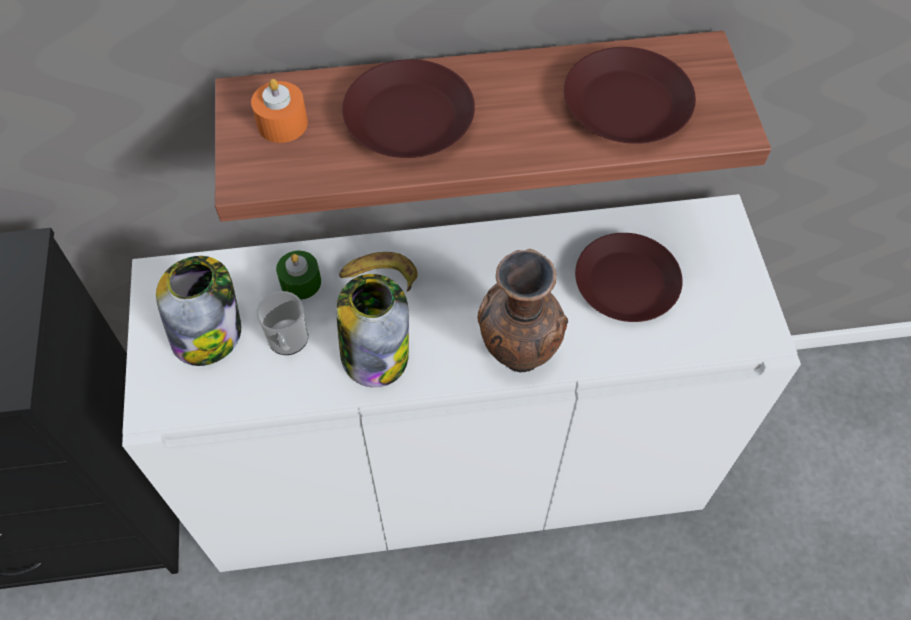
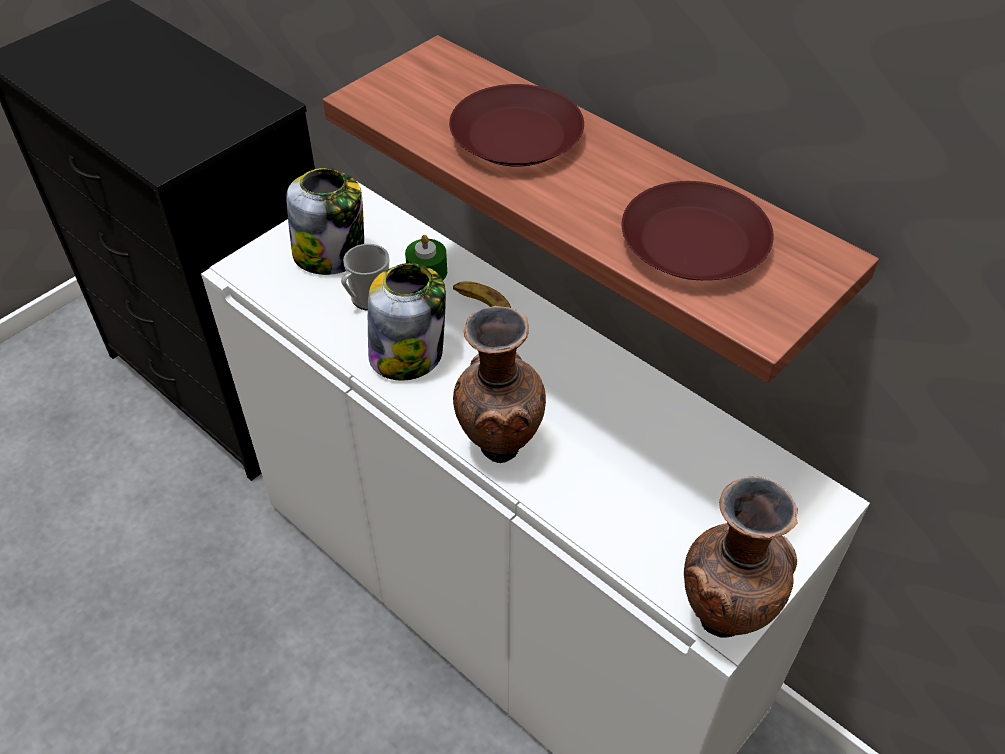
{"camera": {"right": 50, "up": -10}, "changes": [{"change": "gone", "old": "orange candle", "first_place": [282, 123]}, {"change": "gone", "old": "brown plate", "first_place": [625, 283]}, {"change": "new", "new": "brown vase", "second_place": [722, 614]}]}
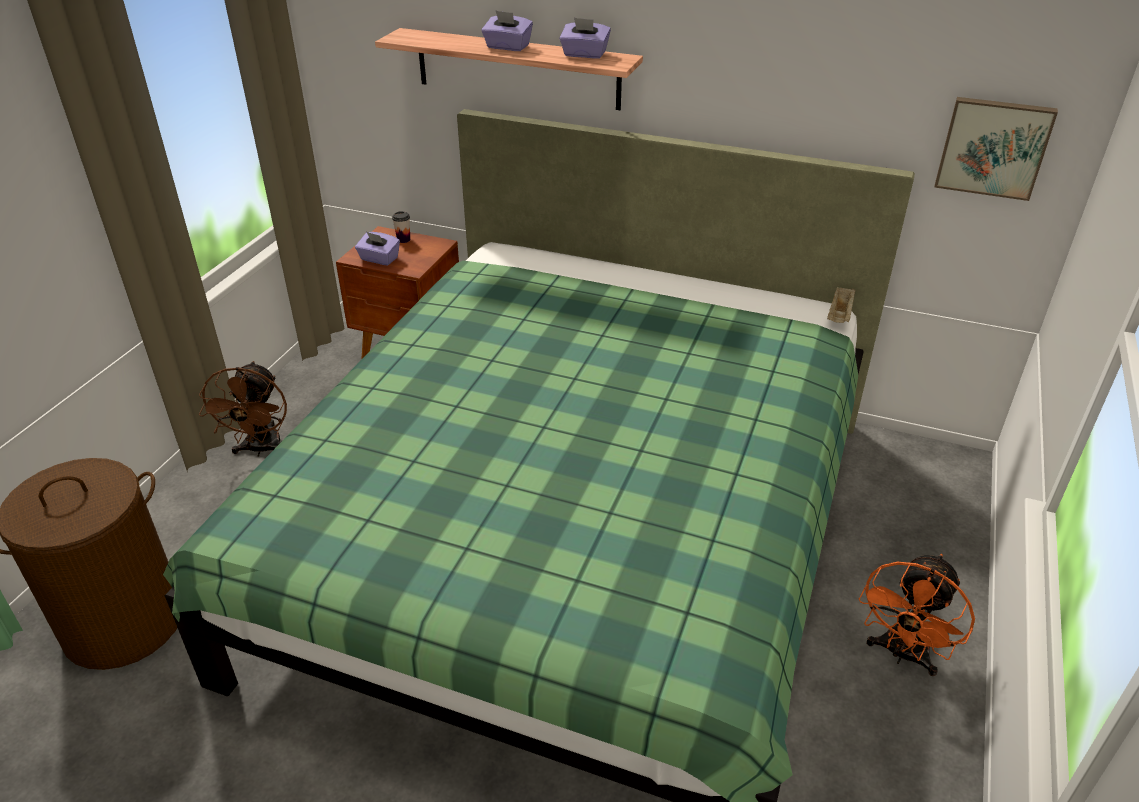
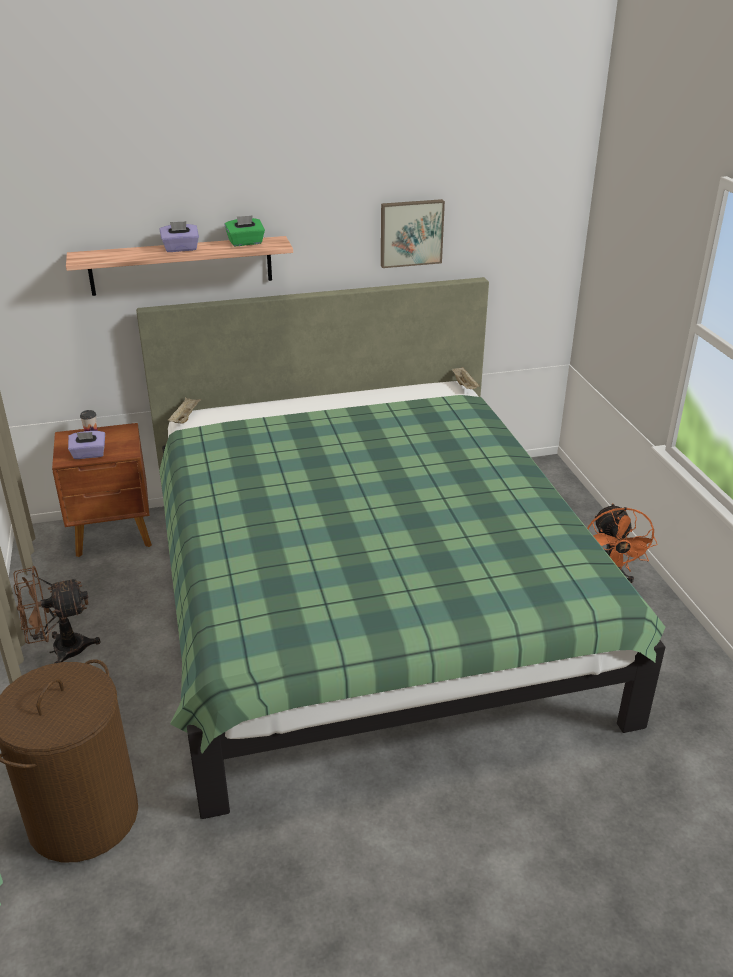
{"camera": {"right": -35, "up": -5}, "changes": [{"change": "rotated", "old": "brown fan", "first_place": [261, 449], "second_place": [60, 651], "degrees": 105}, {"change": "repainted", "old": "purple tissue box", "new": "green tissue box", "first_place": [584, 54], "second_place": [246, 243]}, {"change": "shifted", "old": "picture", "first_place": [993, 147], "second_place": [411, 232]}, {"change": "new", "new": "beige tray", "second_place": [185, 417]}]}
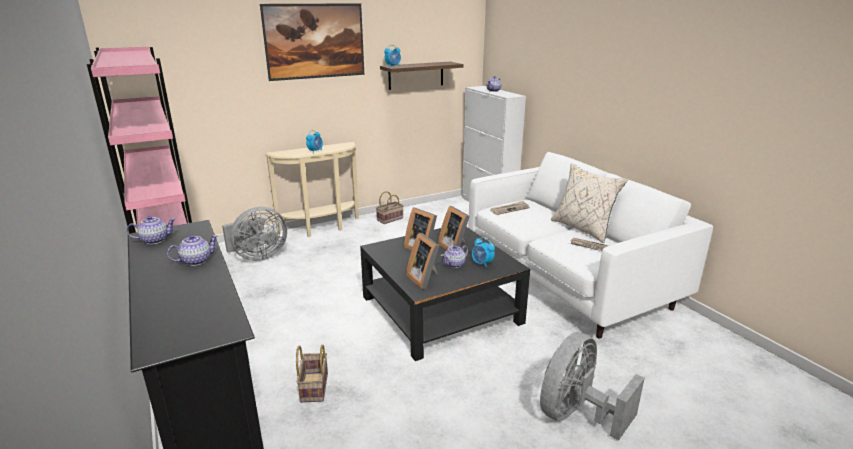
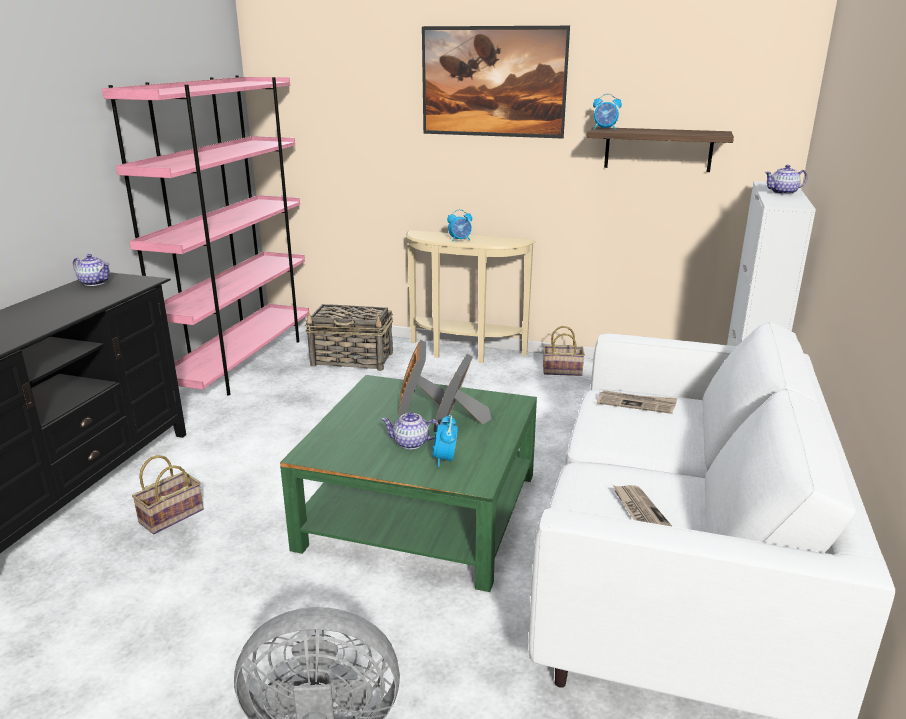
{"camera": {"right": 45, "up": 0}, "changes": [{"change": "gone", "old": "teapot", "first_place": [196, 261]}, {"change": "swapped", "old": "grey fan", "new": "basket", "first_place": [258, 257], "second_place": [353, 359]}, {"change": "repainted", "old": "black coffee table", "new": "green coffee table", "first_place": [440, 309], "second_place": [420, 510]}, {"change": "gone", "old": "picture frame", "first_place": [425, 279]}, {"change": "gone", "old": "beige pillow", "first_place": [583, 229]}]}
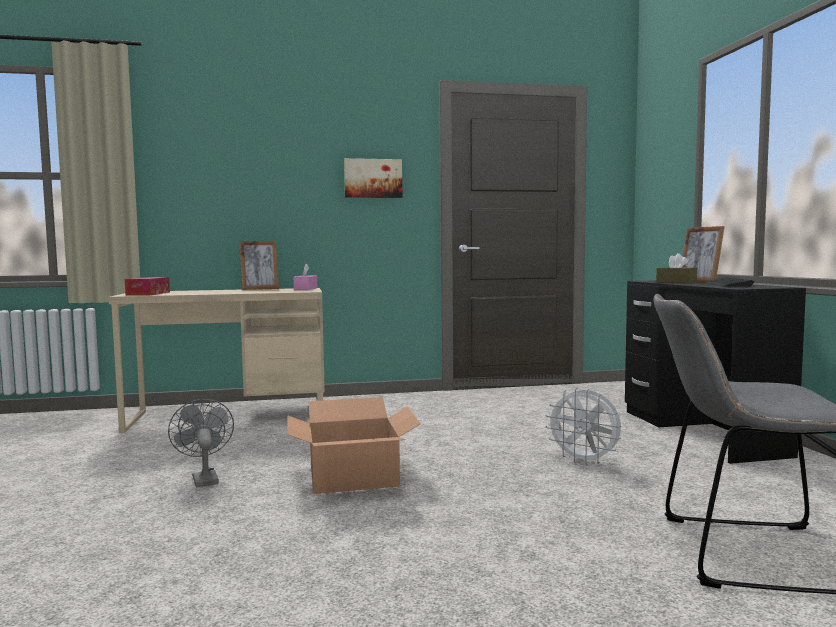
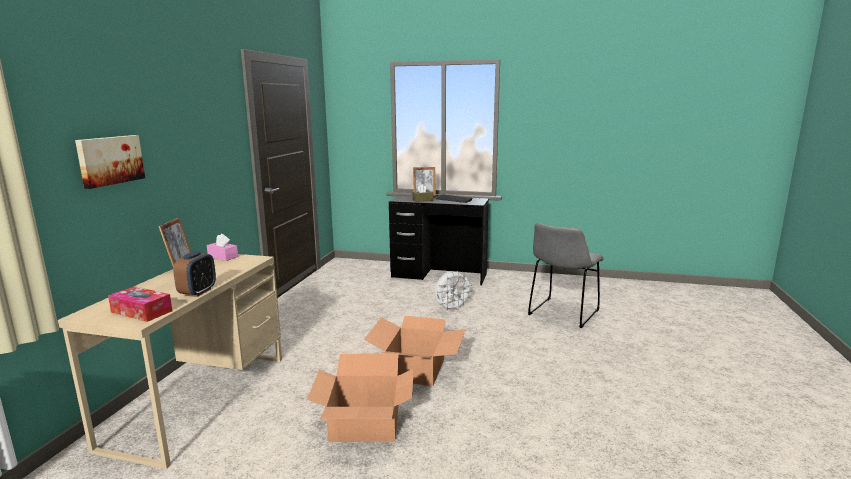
{"camera": {"right": -65, "up": 10}, "changes": [{"change": "swapped", "old": "grey fan", "new": "cardboard box", "first_place": [203, 478], "second_place": [365, 424]}, {"change": "shifted", "old": "picture", "first_place": [373, 178], "second_place": [110, 160]}, {"change": "new", "new": "alarm clock", "second_place": [198, 292]}]}
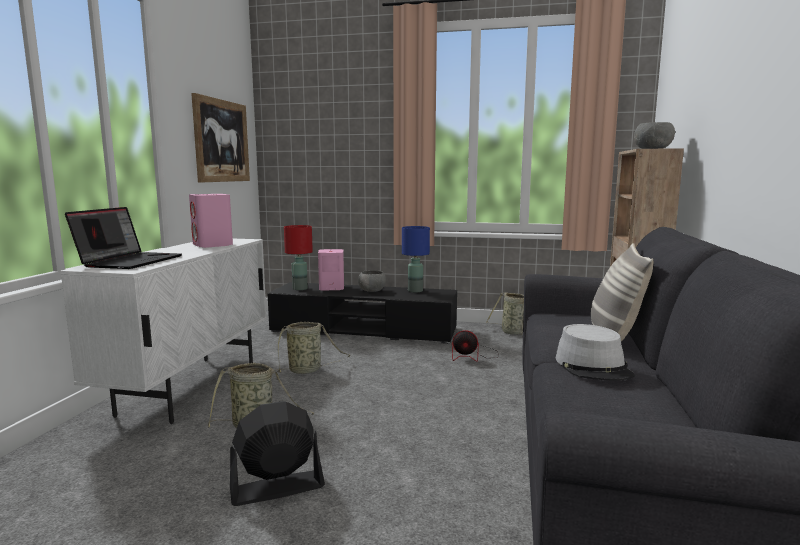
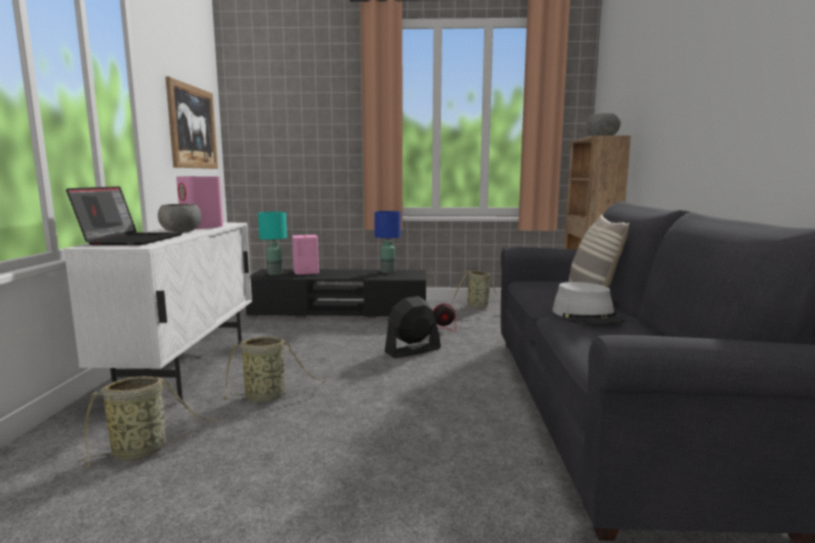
{"camera": {"right": -10, "up": 0}, "changes": [{"change": "shifted", "old": "black fan", "first_place": [277, 488], "second_place": [412, 350]}, {"change": "shifted", "old": "basket", "first_place": [307, 370], "second_place": [144, 451]}, {"change": "repainted", "old": "red table lamp", "new": "turquoise table lamp", "first_place": [300, 289], "second_place": [275, 274]}, {"change": "shifted", "old": "grey bowl", "first_place": [371, 291], "second_place": [180, 232]}]}
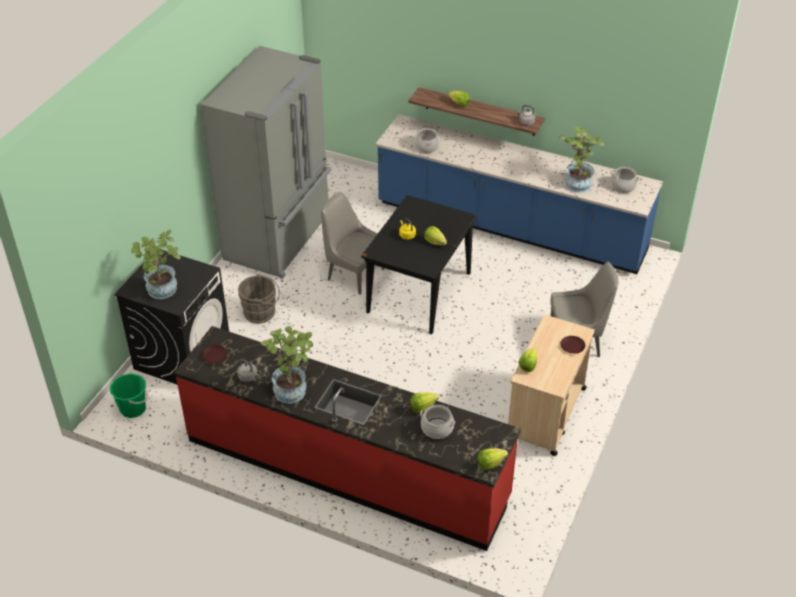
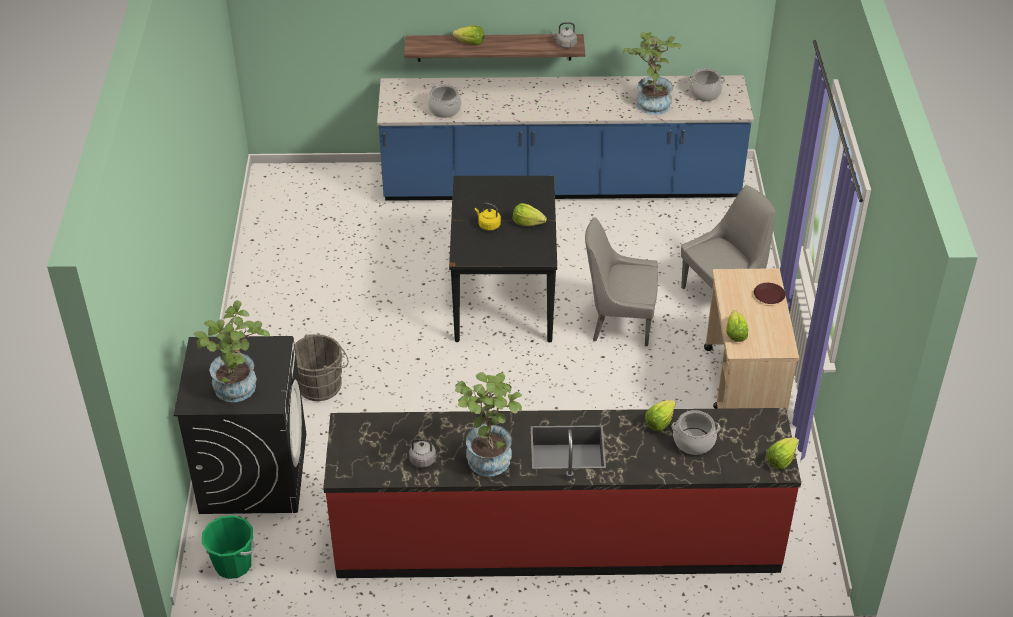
{"camera": {"right": -25, "up": 0}, "changes": [{"change": "gone", "old": "grey fridge", "first_place": [280, 238]}, {"change": "gone", "old": "brown plate", "first_place": [215, 356]}, {"change": "shifted", "old": "grey chair", "first_place": [354, 274], "second_place": [619, 322]}]}
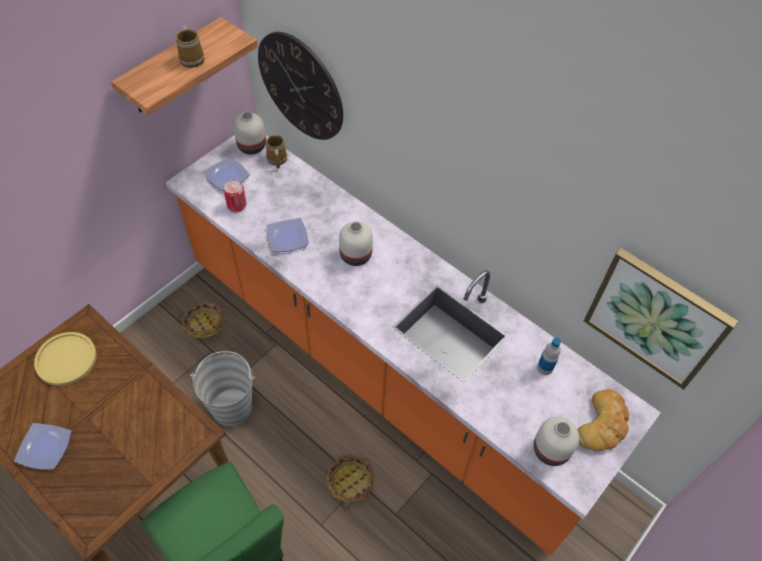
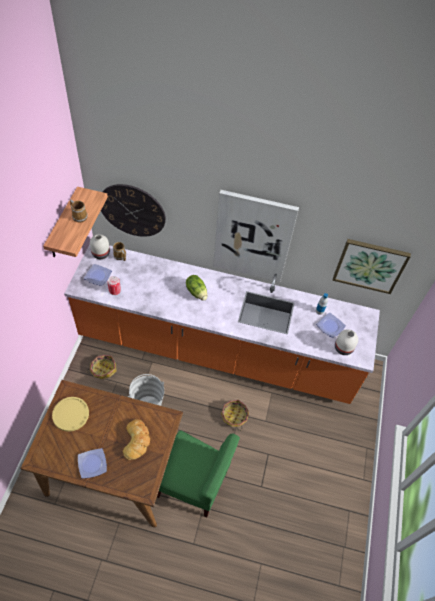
{"camera": {"right": -30, "up": 0}, "changes": [{"change": "shifted", "old": "plate", "first_place": [286, 237], "second_place": [329, 326]}, {"change": "swapped", "old": "white vase", "new": "lettuce", "first_place": [356, 255], "second_place": [197, 292]}, {"change": "shifted", "old": "bread", "first_place": [604, 424], "second_place": [137, 440]}, {"change": "new", "new": "picture", "second_place": [253, 237]}]}
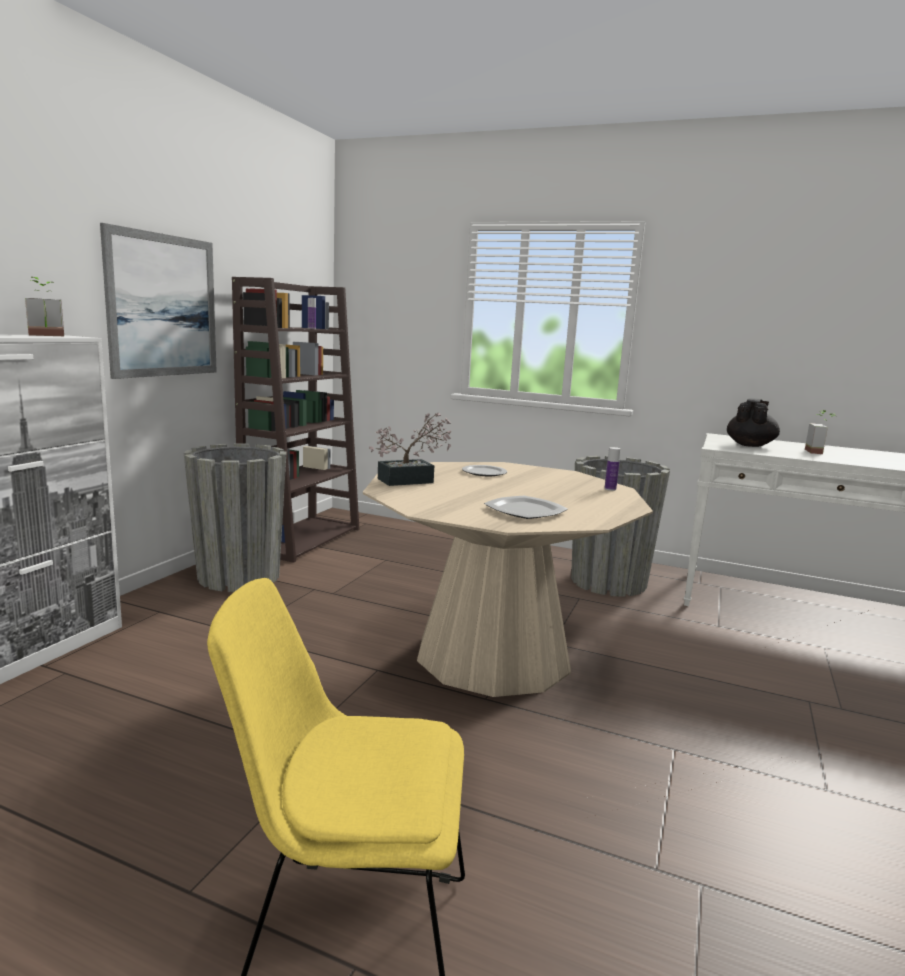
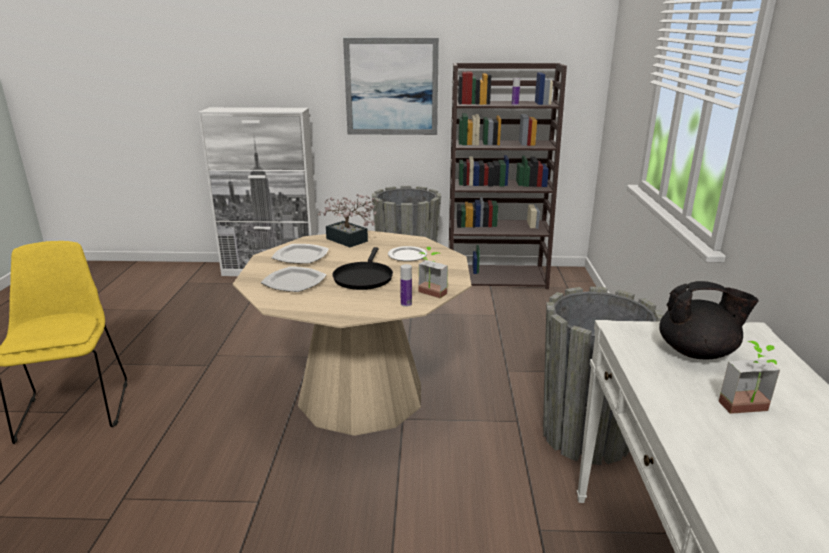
{"camera": {"right": 70, "up": 10}, "changes": [{"change": "shifted", "old": "potted plant", "first_place": [47, 335], "second_place": [429, 294]}, {"change": "new", "new": "plate", "second_place": [300, 256]}, {"change": "new", "new": "black frying pan", "second_place": [363, 277]}]}
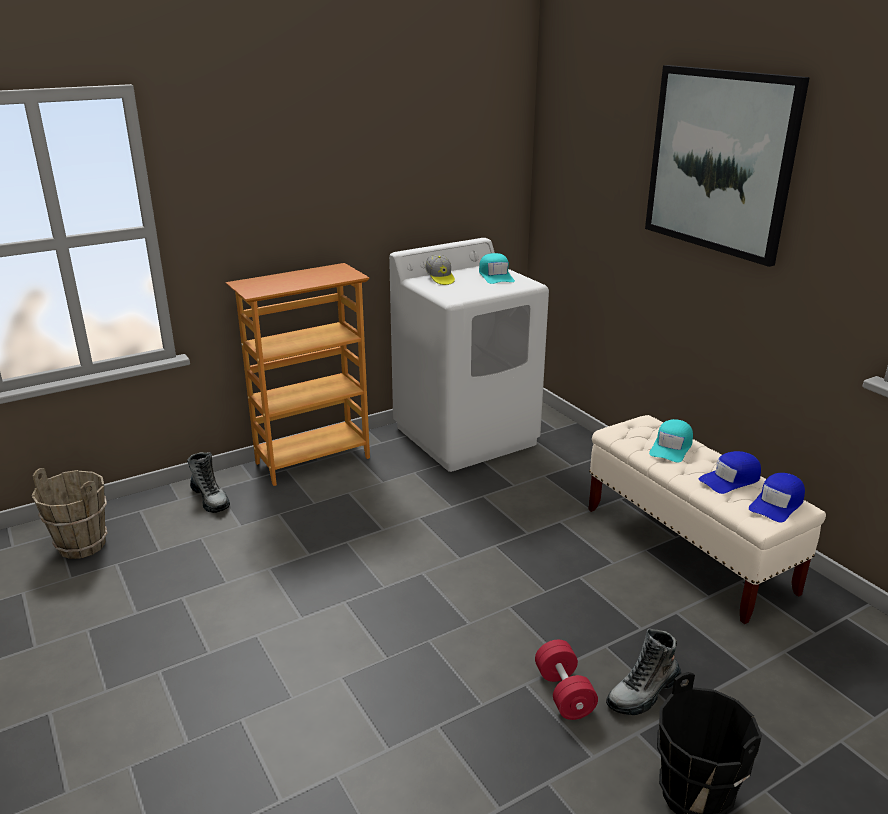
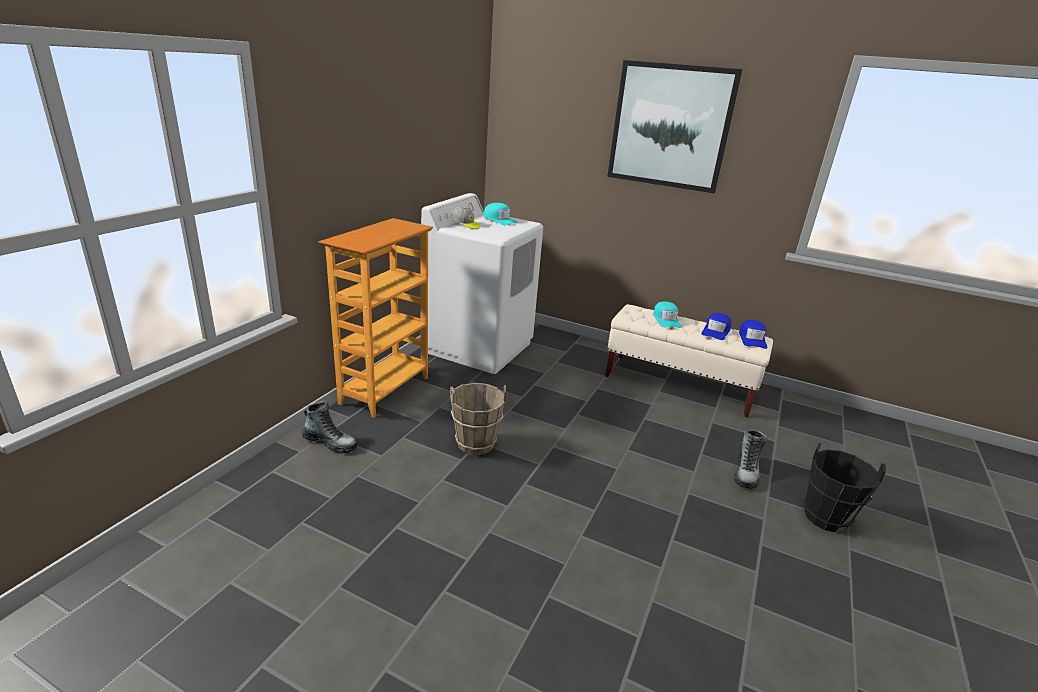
{"camera": {"right": -35, "up": 0}, "changes": [{"change": "shifted", "old": "brown bucket", "first_place": [82, 545], "second_place": [475, 444]}, {"change": "gone", "old": "red dumbbell", "first_place": [564, 693]}]}
